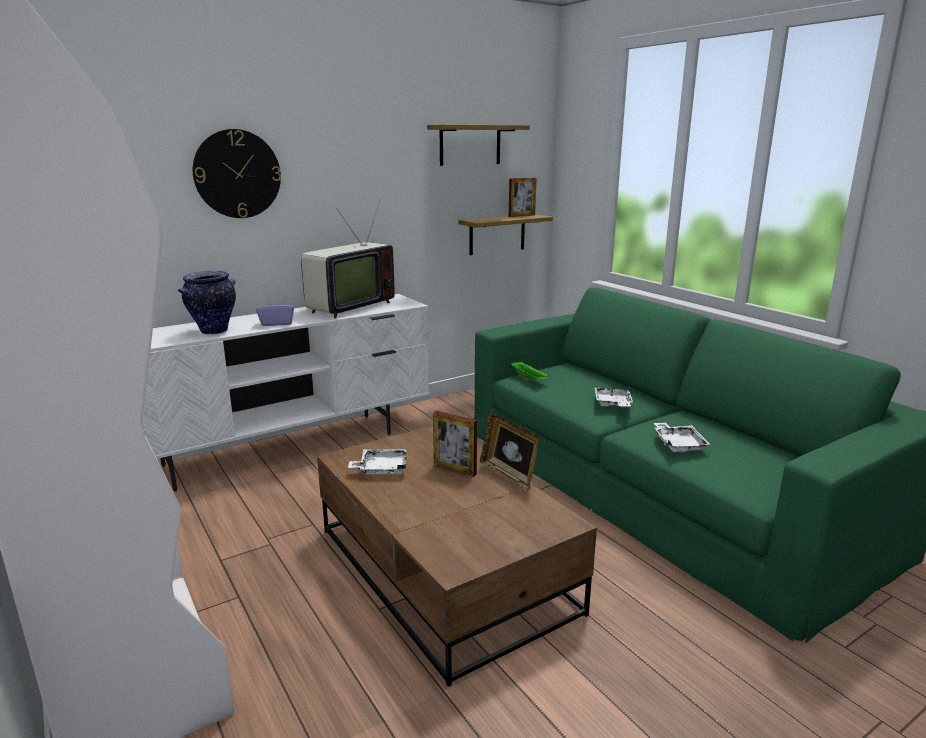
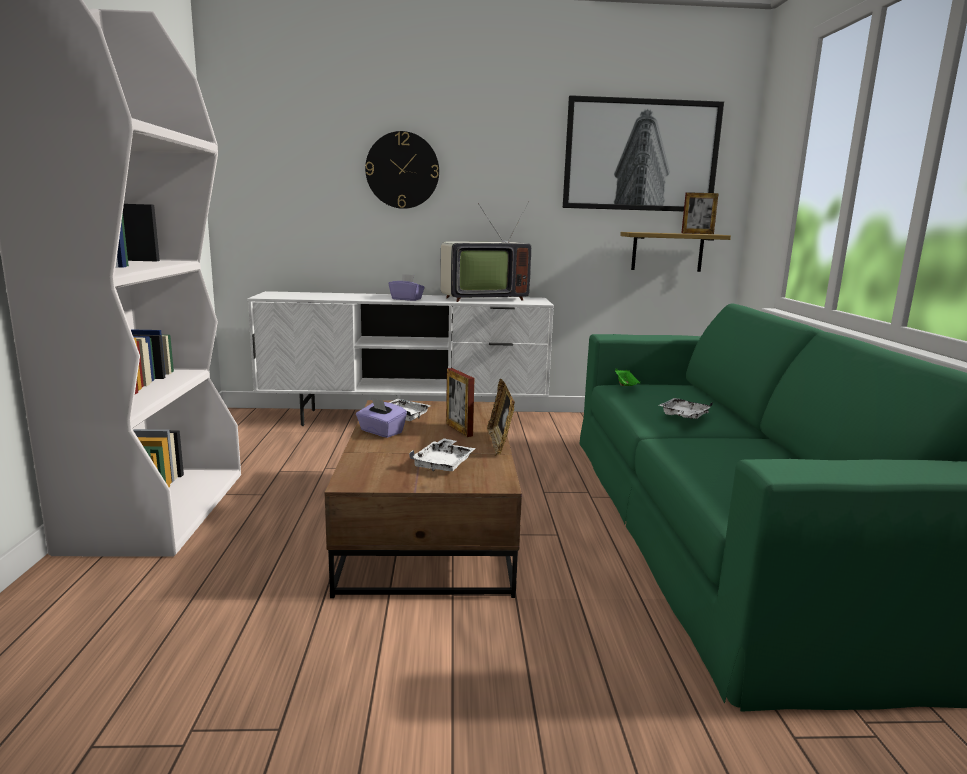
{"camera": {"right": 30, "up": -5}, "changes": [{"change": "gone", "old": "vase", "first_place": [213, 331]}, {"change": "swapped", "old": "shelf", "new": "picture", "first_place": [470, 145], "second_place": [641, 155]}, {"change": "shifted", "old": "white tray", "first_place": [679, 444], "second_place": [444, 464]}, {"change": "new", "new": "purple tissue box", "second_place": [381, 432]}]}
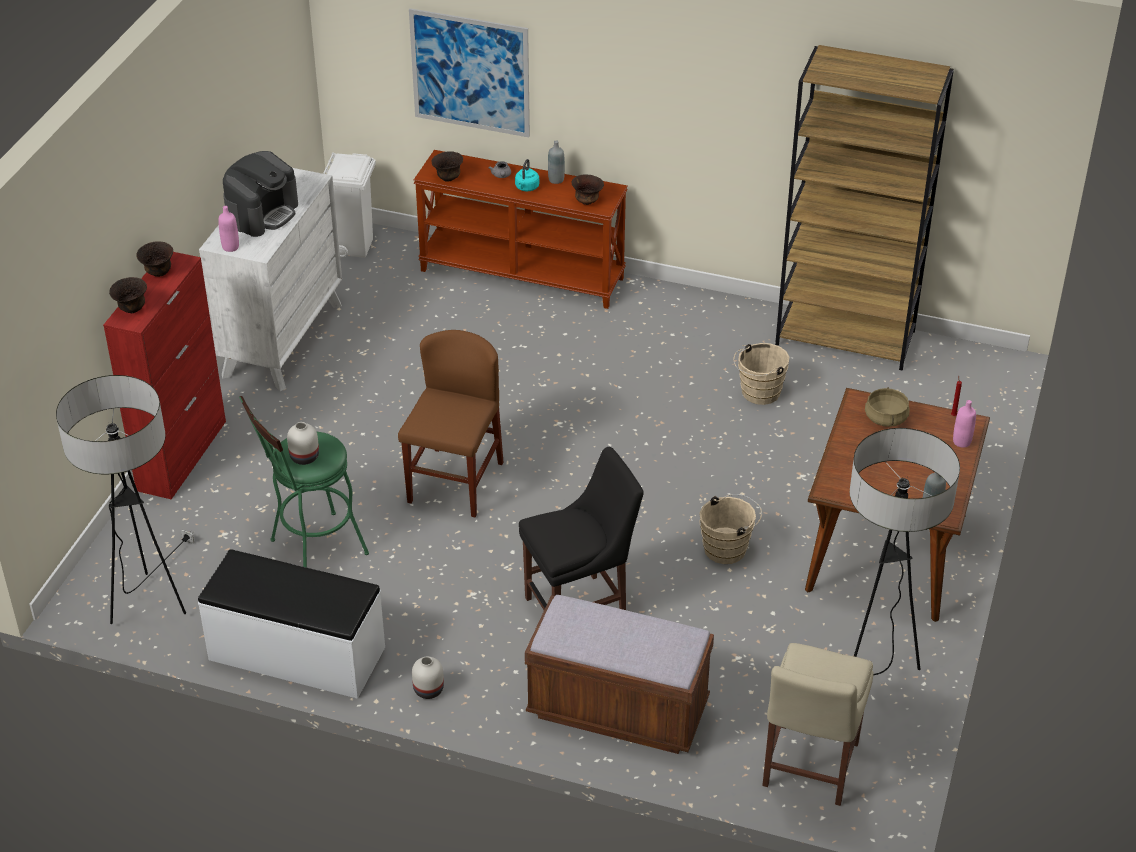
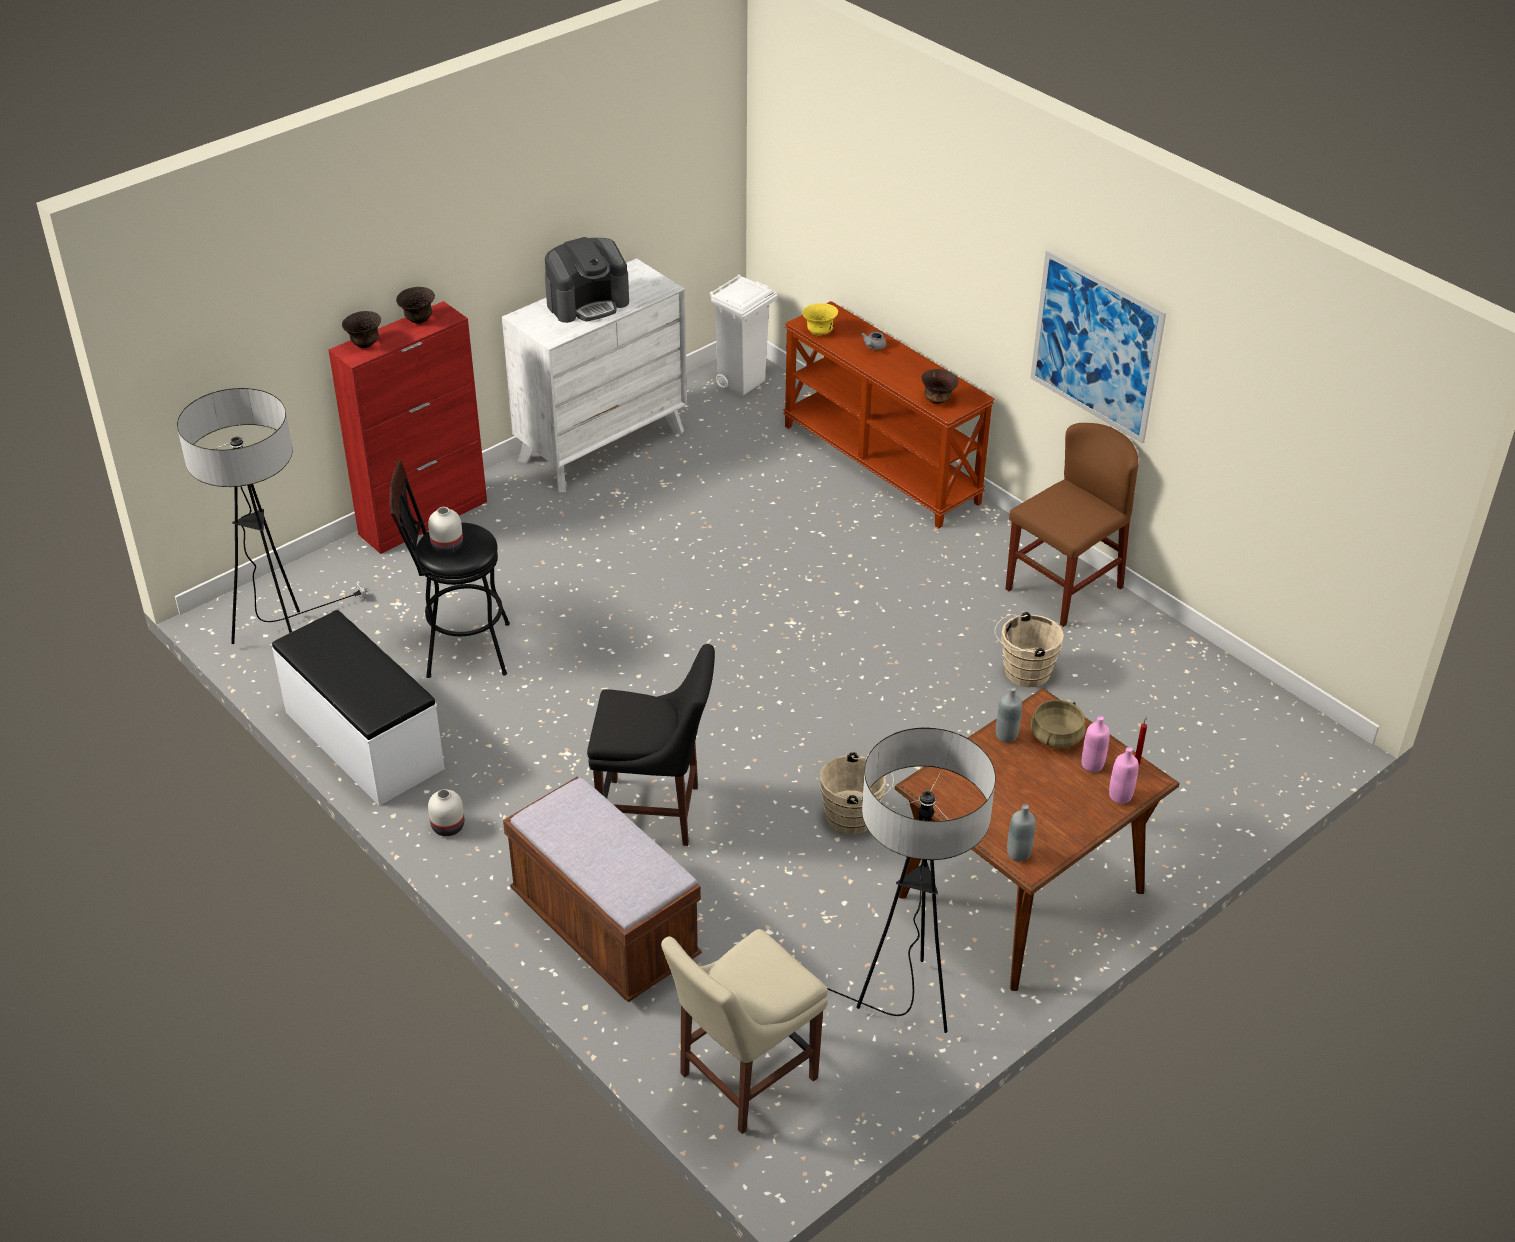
{"camera": {"right": 30, "up": 0}, "changes": [{"change": "shifted", "old": "pink bottle", "first_place": [230, 247], "second_place": [1092, 765]}, {"change": "repainted", "old": "green stool", "new": "black stool", "first_place": [312, 550], "second_place": [459, 650]}, {"change": "shifted", "old": "brown chair", "first_place": [455, 482], "second_place": [1063, 588]}, {"change": "shifted", "old": "picture", "first_place": [470, 73], "second_place": [1096, 346]}, {"change": "repainted", "old": "brown bowl", "new": "yellow bowl", "first_place": [448, 178], "second_place": [819, 332]}, {"change": "gone", "old": "turquoise kettle", "first_place": [526, 188]}, {"change": "shifted", "old": "grey bottle", "first_place": [556, 179], "second_place": [1006, 735]}, {"change": "gone", "old": "brown bookcase", "first_place": [846, 337]}]}
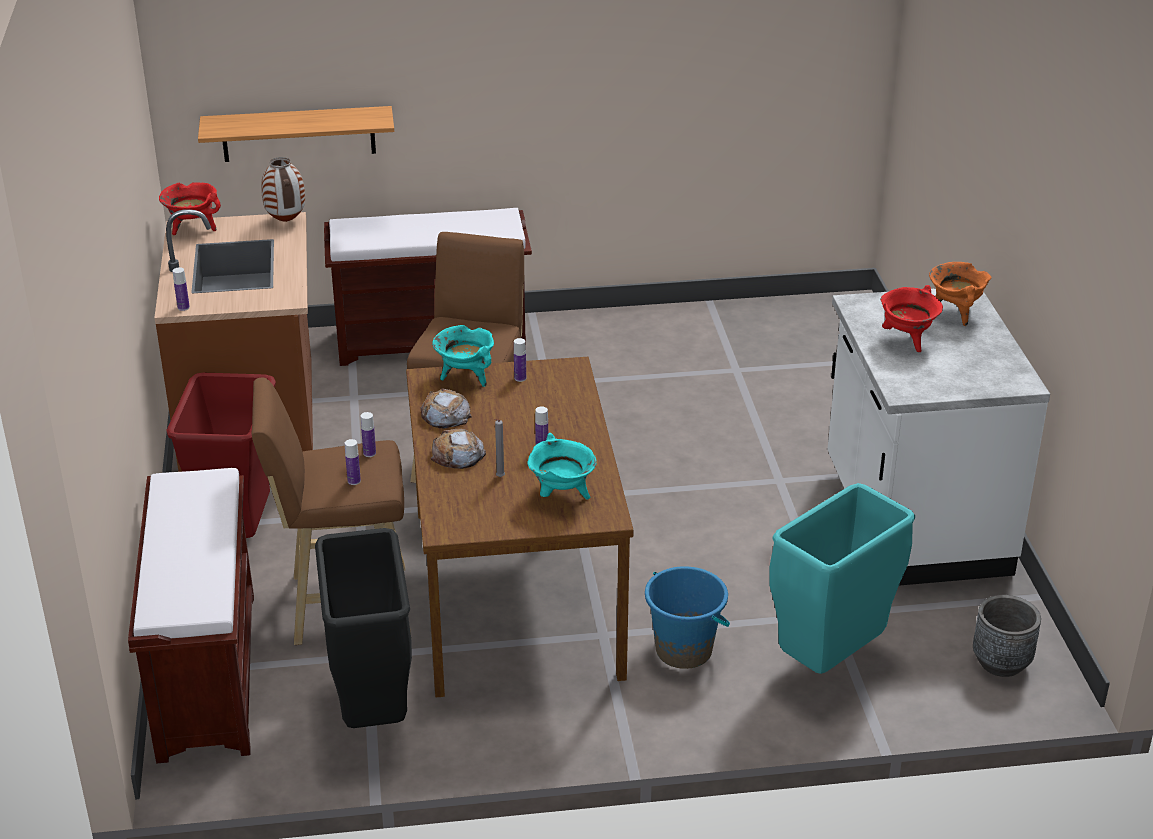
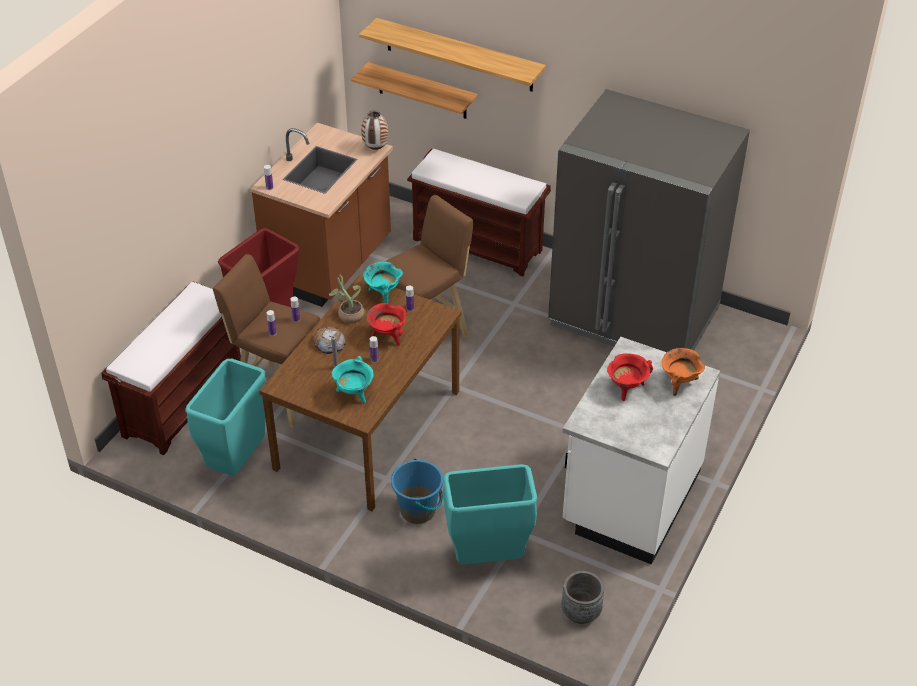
{"camera": {"right": 35, "up": 10}, "changes": [{"change": "shifted", "old": "red cooking pot", "first_place": [193, 228], "second_place": [388, 336]}, {"change": "repainted", "old": "black trash can", "new": "turquoise trash can", "first_place": [371, 711], "second_place": [236, 461]}, {"change": "swapped", "old": "bread", "new": "potted plant", "first_place": [445, 415], "second_place": [348, 314]}, {"change": "new", "new": "shelf", "second_place": [459, 55]}, {"change": "new", "new": "grey fridge", "second_place": [634, 317]}]}
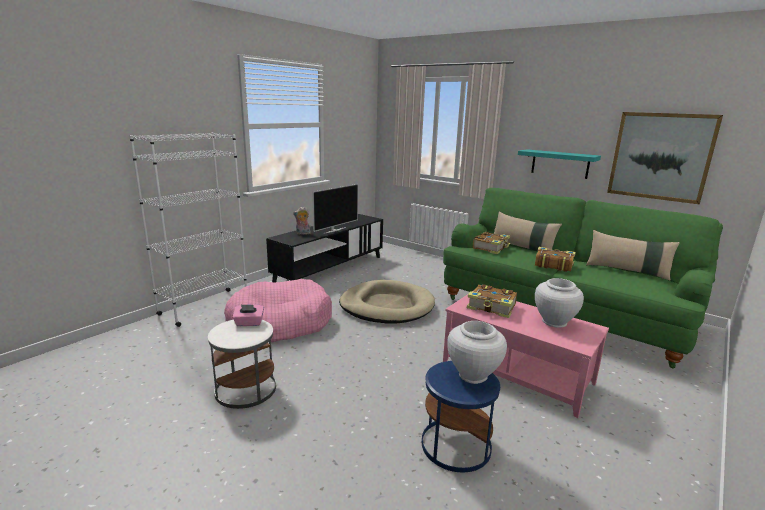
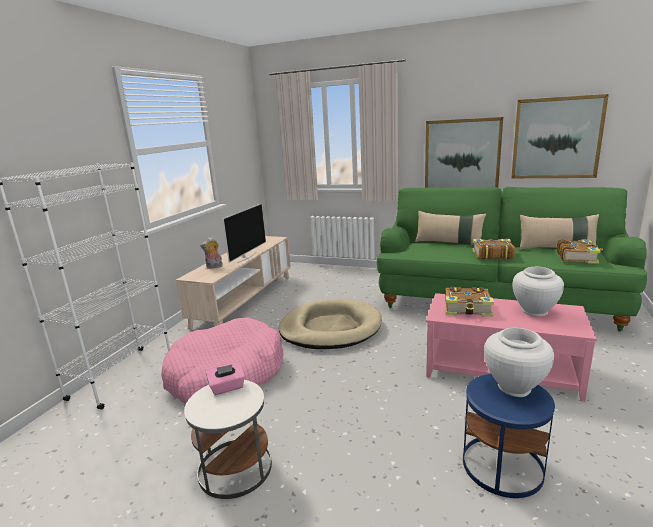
{"camera": {"right": -15, "up": 0}, "changes": [{"change": "repainted", "old": "black tv stand", "new": "beige tv stand", "first_place": [330, 269], "second_place": [245, 300]}, {"change": "shifted", "old": "book", "first_place": [491, 248], "second_place": [577, 257]}, {"change": "swapped", "old": "turquoise shelf", "new": "picture", "first_place": [560, 164], "second_place": [462, 156]}]}
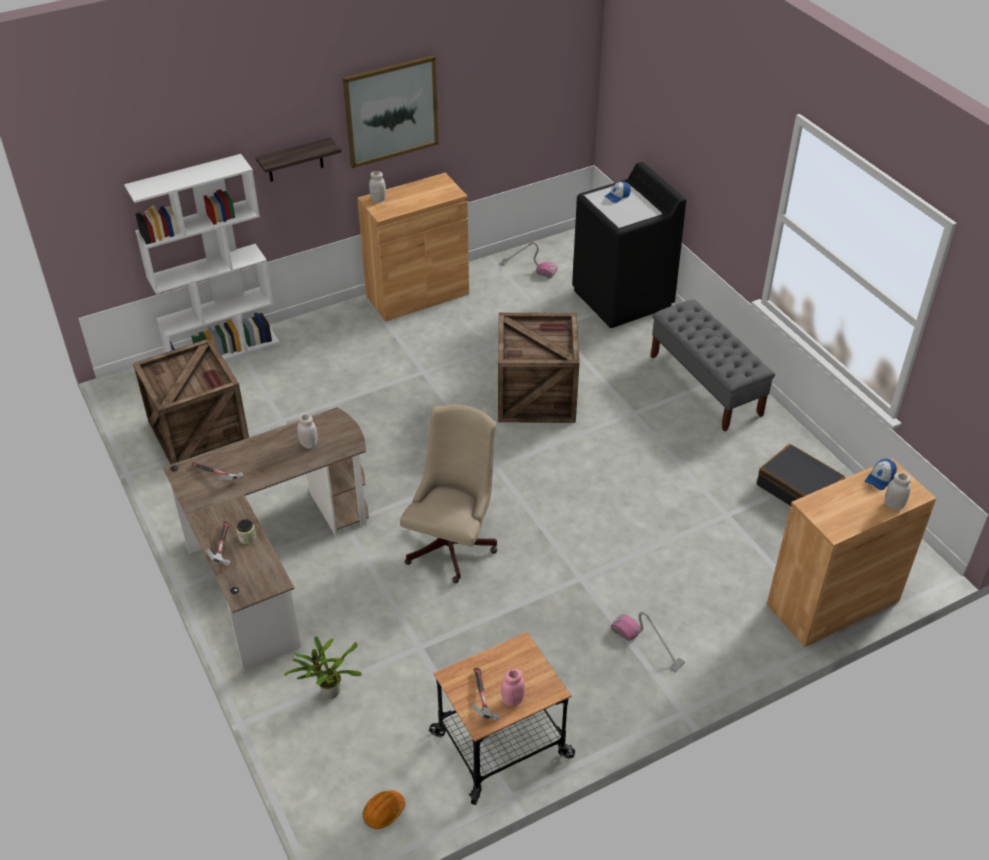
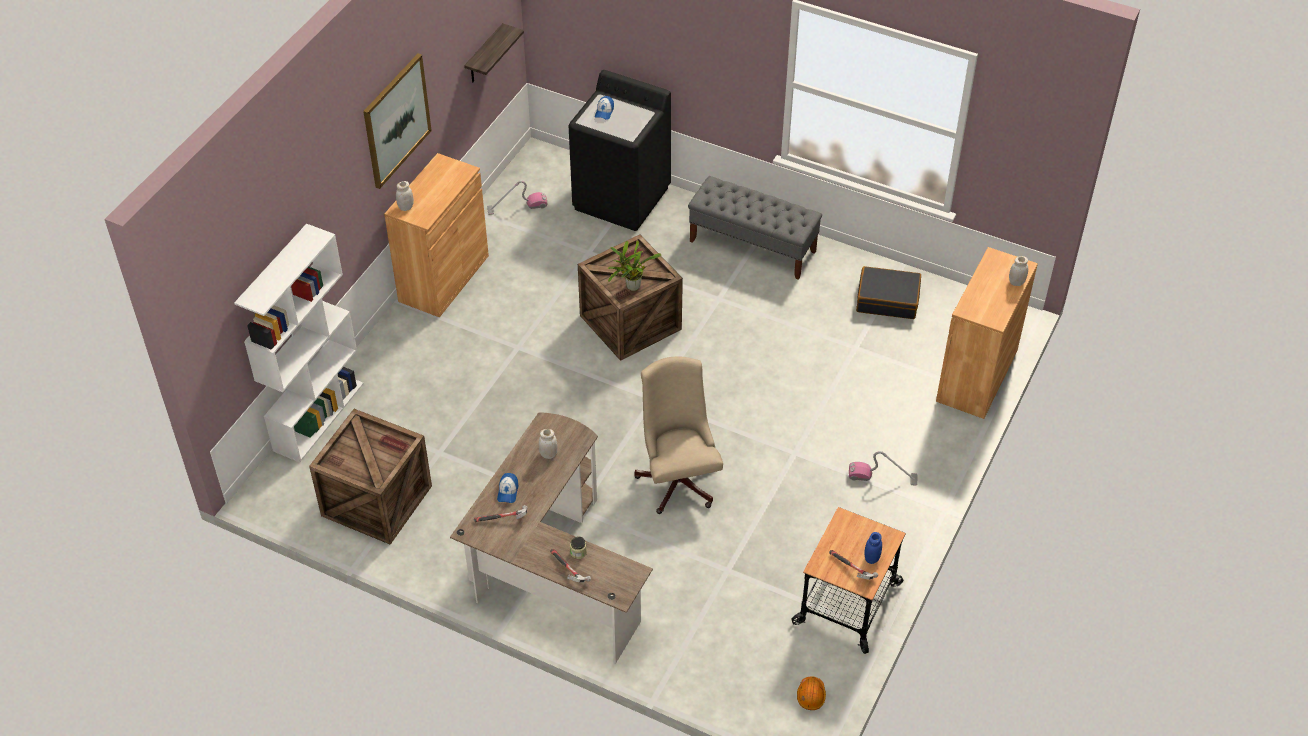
{"camera": {"right": -35, "up": 5}, "changes": [{"change": "shifted", "old": "shelf", "first_place": [295, 160], "second_place": [484, 55]}, {"change": "shifted", "old": "potted plant", "first_place": [328, 692], "second_place": [631, 287]}, {"change": "repainted", "old": "pink jar", "new": "blue jar", "first_place": [512, 700], "second_place": [871, 558]}, {"change": "shifted", "old": "cap", "first_place": [880, 478], "second_place": [508, 491]}]}
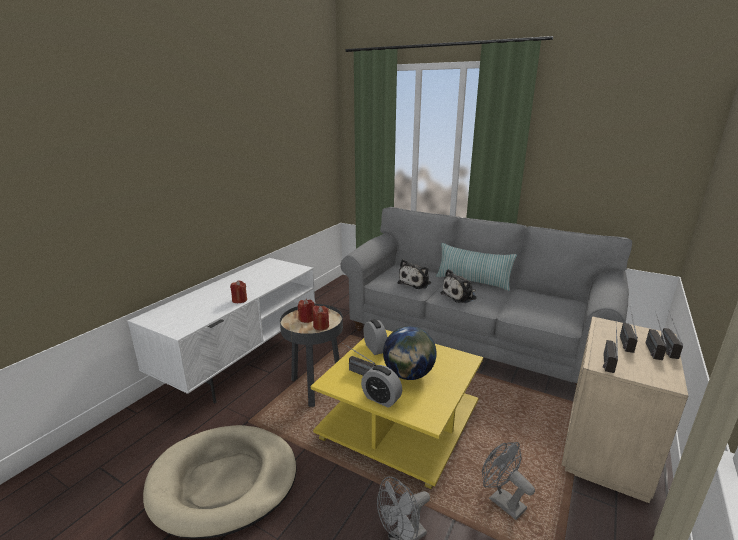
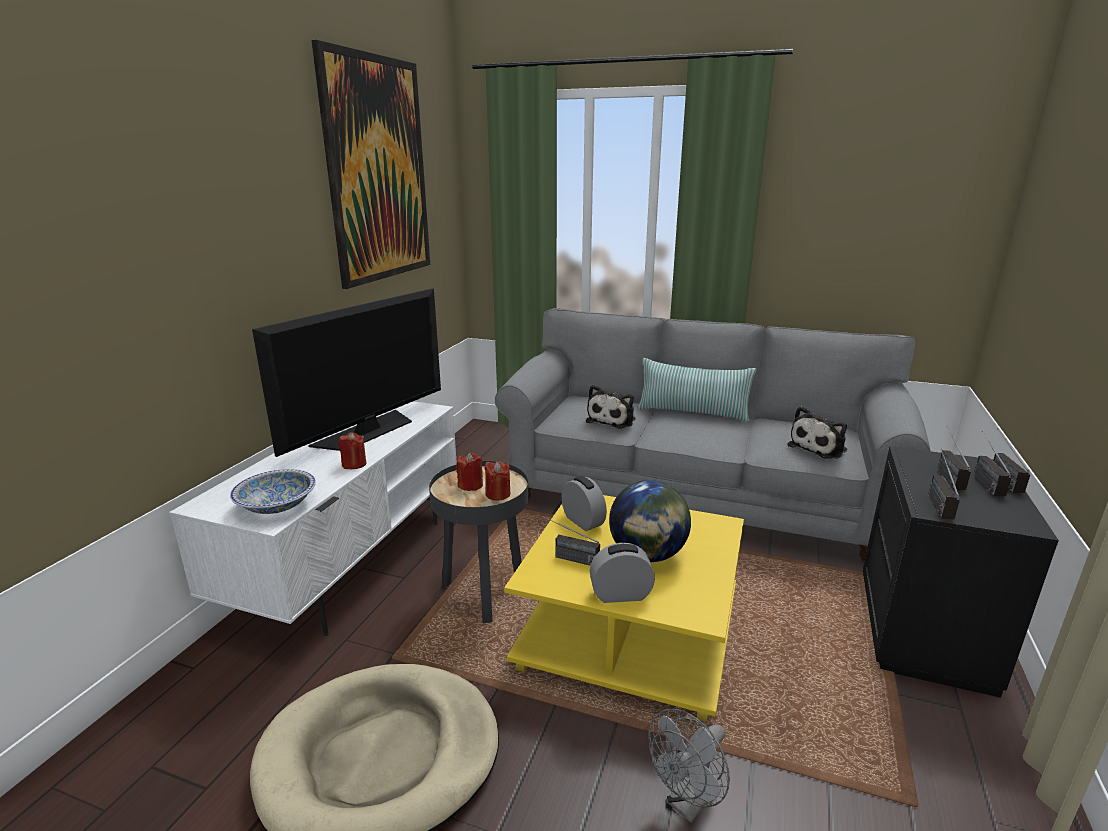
{"camera": {"right": -10, "up": 0}, "changes": [{"change": "rotated", "old": "alarm clock", "first_place": [381, 399], "second_place": [621, 594], "degrees": 150}, {"change": "shifted", "old": "plush toy", "first_place": [460, 296], "second_place": [819, 448]}, {"change": "gone", "old": "grey fan", "first_place": [502, 501]}, {"change": "repainted", "old": "beige nightstand", "new": "black nightstand", "first_place": [608, 450], "second_place": [926, 632]}, {"change": "new", "new": "bowl", "second_place": [277, 505]}, {"change": "new", "new": "television", "second_place": [367, 431]}, {"change": "new", "new": "picture", "second_place": [378, 171]}]}
